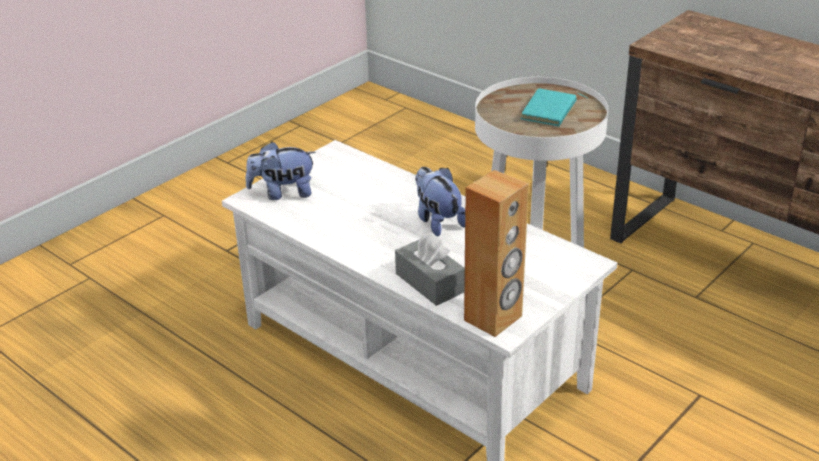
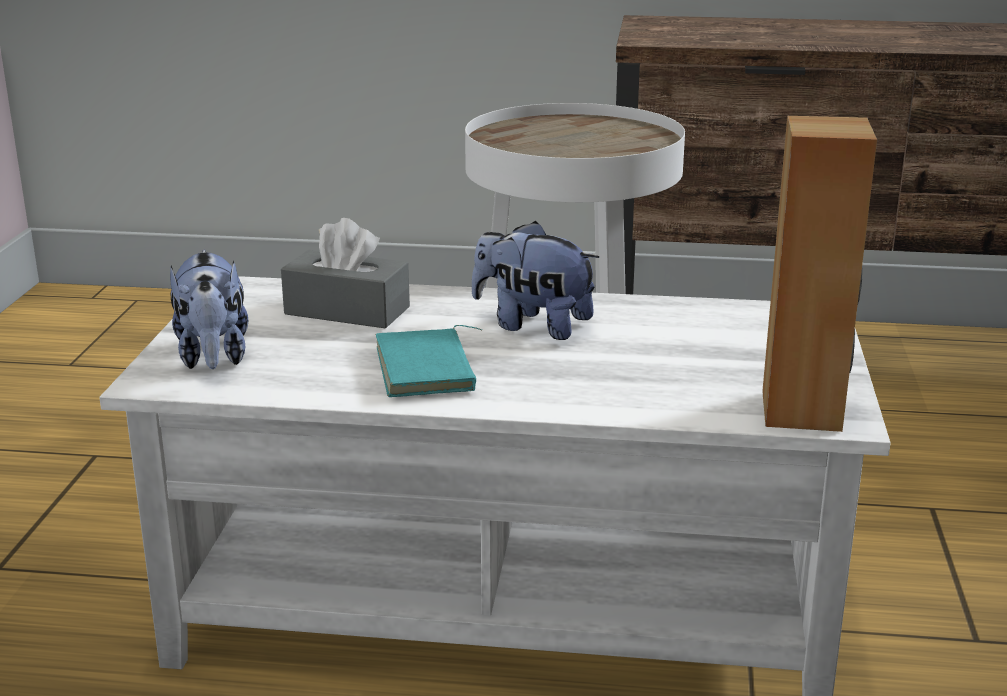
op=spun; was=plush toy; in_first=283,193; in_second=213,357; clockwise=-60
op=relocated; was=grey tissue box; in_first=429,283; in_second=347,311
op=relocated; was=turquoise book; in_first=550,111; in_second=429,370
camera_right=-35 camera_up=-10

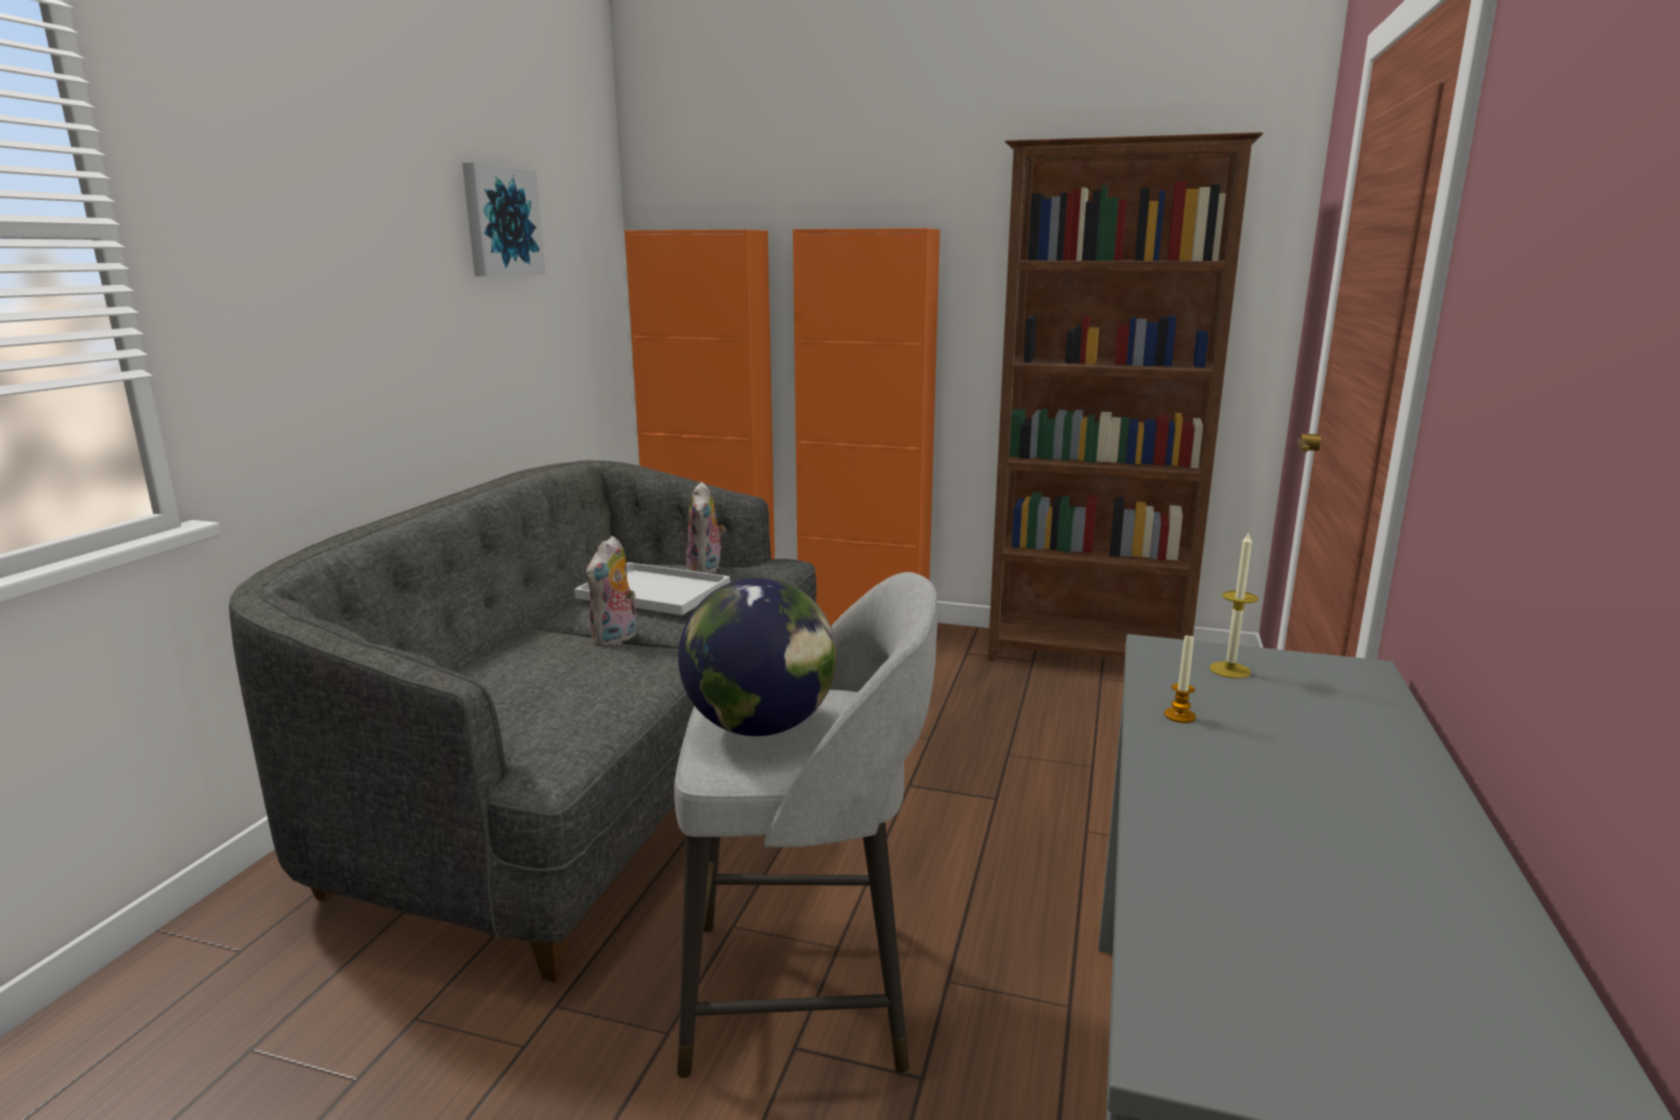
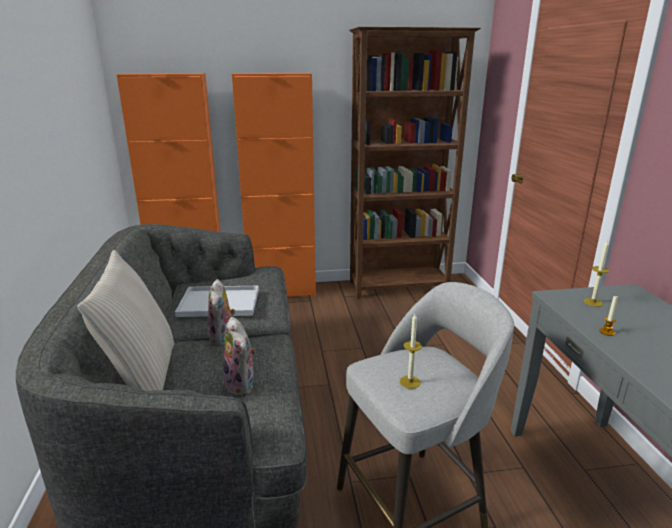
op=missing; was=picture; in_first=500,221
op=exchanged; was=globe; now=candle; in_first=761,727; in_second=410,382
op=relocated; was=plush toy; in_first=706,570; in_second=242,386
op=appeared; now=beige pillow; in_second=142,378
camera_right=-25 camera_up=5

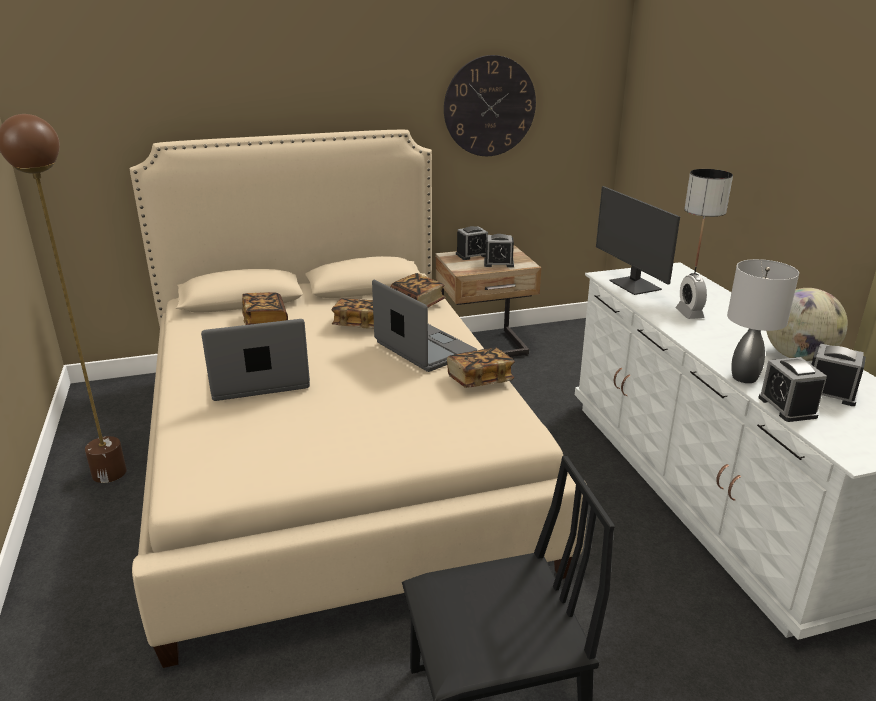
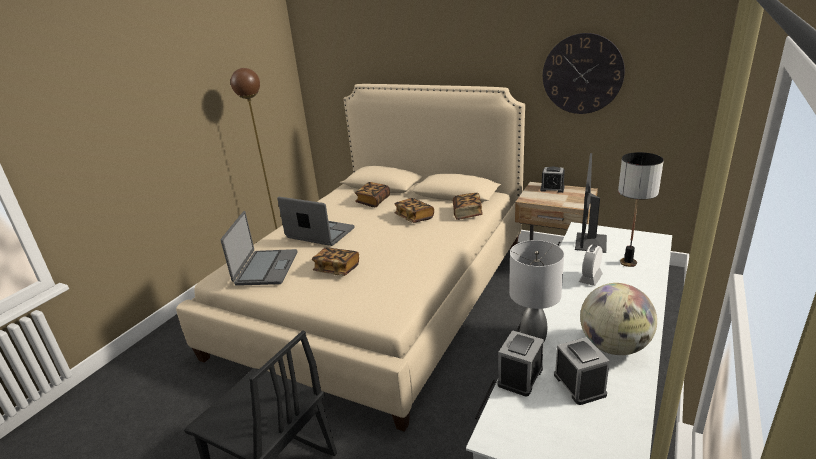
op=relocated; was=laptop; in_first=424,349; in_second=265,268
op=relocated; was=book; in_first=479,380; in_second=337,269
op=missing; was=alarm clock; in_first=498,263
camera_right=45 camera_up=0

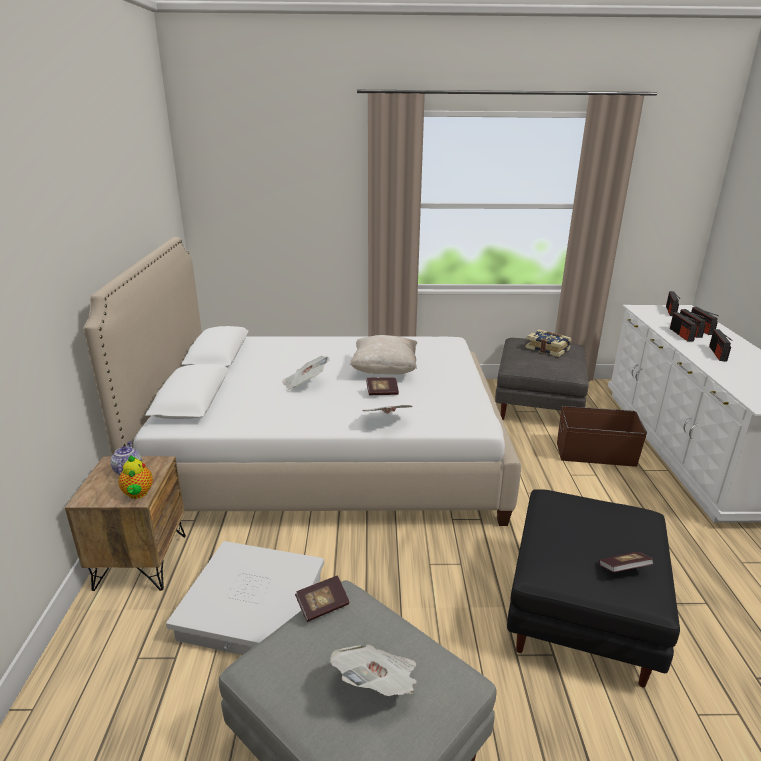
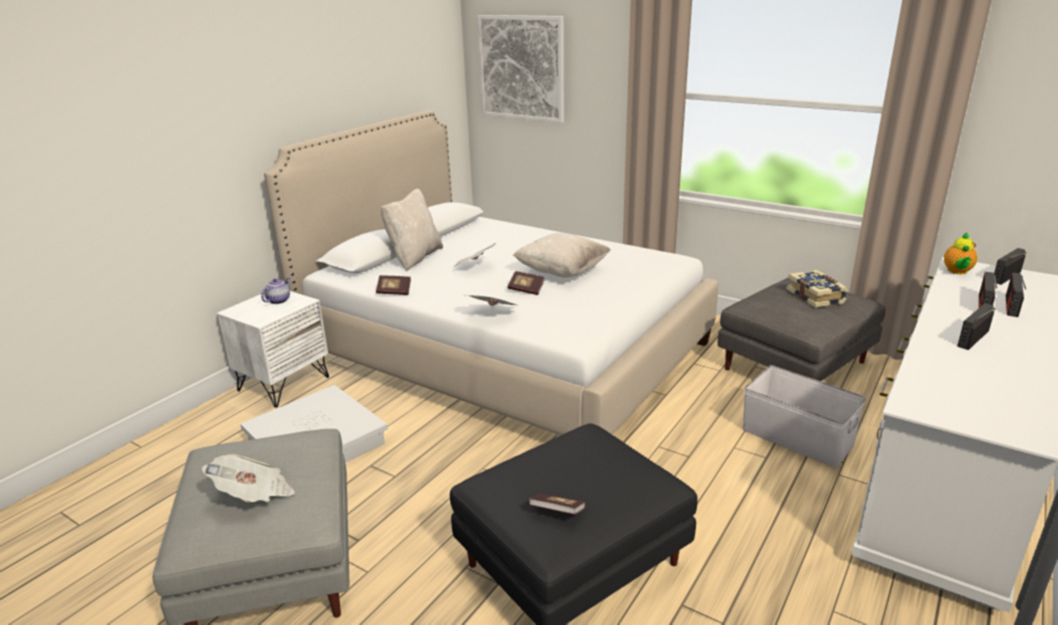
op=colour; was=brown nightstand; now=white nightstand; in_first=140,562; in_second=283,383
op=relocated; was=teapot; in_first=138,494; in_second=957,272
op=relocated; was=book; in_first=322,606; in_second=394,292
op=colour; was=brown storage box; now=white storage box; in_first=596,454; in_second=797,438
op=missing; was=radio; in_first=681,334
op=appeared; now=beige pillow; in_second=414,258
op=appeared; now=picture; in_second=521,68
camera_right=35 camera_up=0

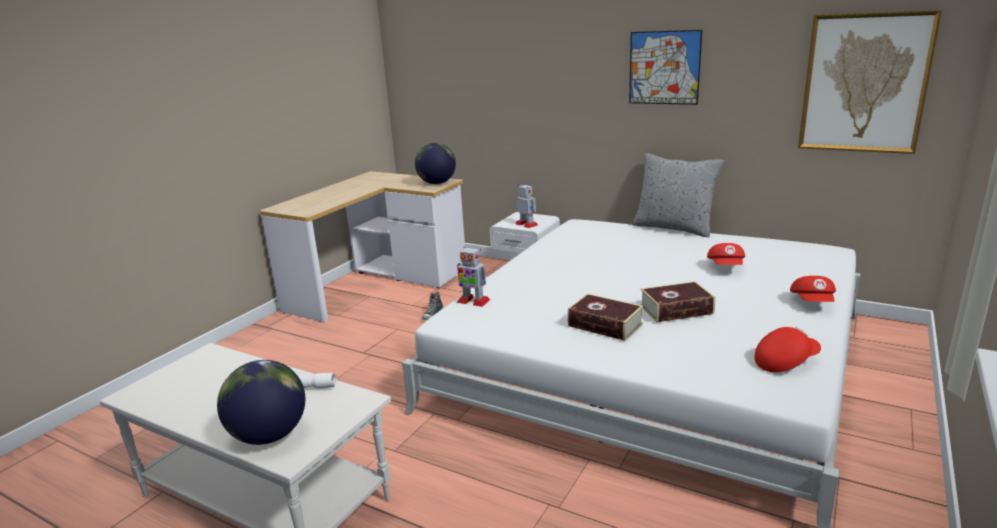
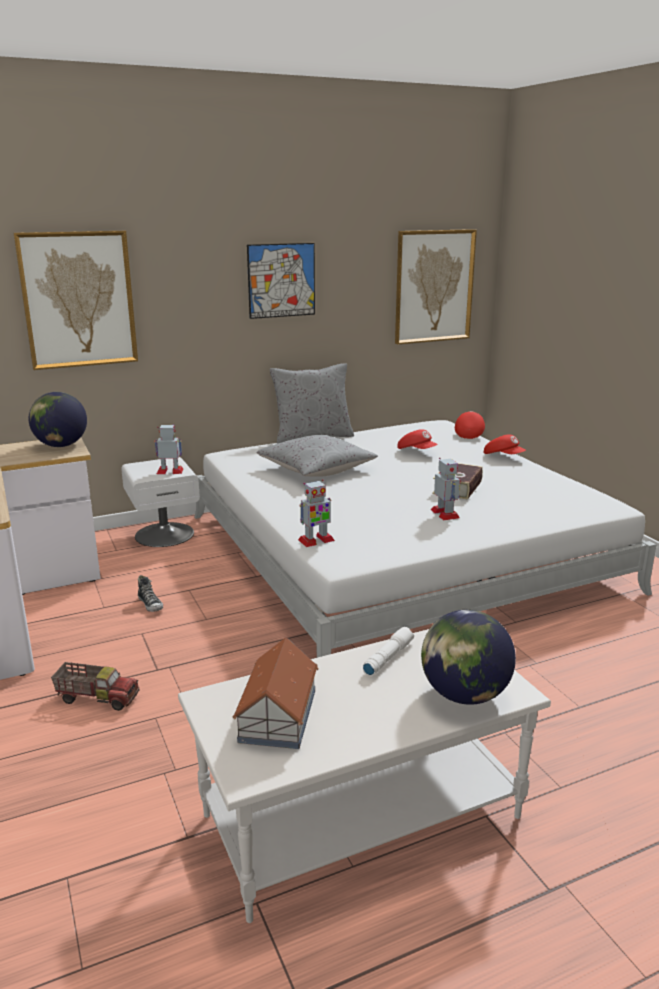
op=exchanged; was=book; now=toy robot; in_first=605,325; in_second=445,514
op=relocated; was=red cap; in_first=785,361; in_second=469,433
op=appeared; now=picture; in_second=78,300
op=appeared; now=toy truck; in_second=97,698
op=appeared; now=toy house; in_second=277,716
op=appeared; now=grey pillow; in_second=316,469
camera_right=-55 camera_up=0

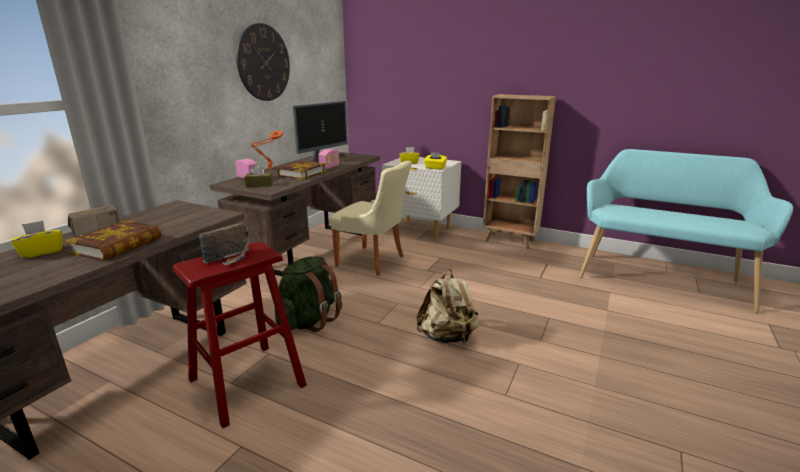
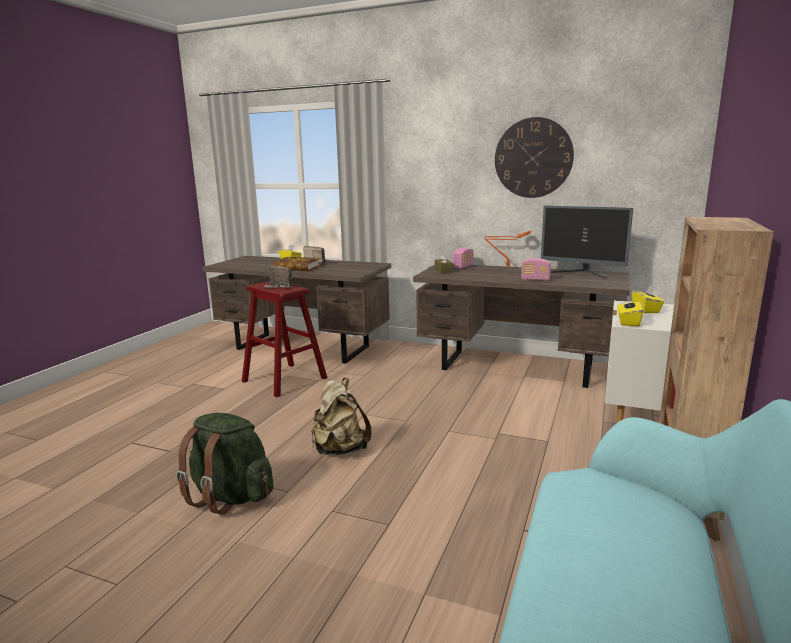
op=relocated; was=green backpack; in_first=309,321; in_second=230,496
op=missing; was=book; in_first=302,173
op=missing; was=beige chair; in_first=373,261
camera_right=85 camera_up=-5

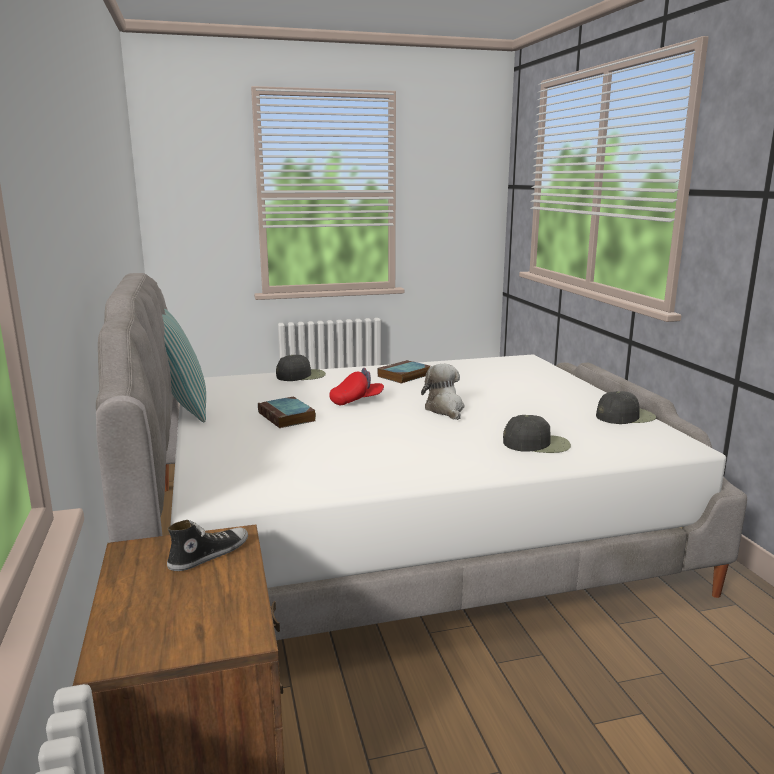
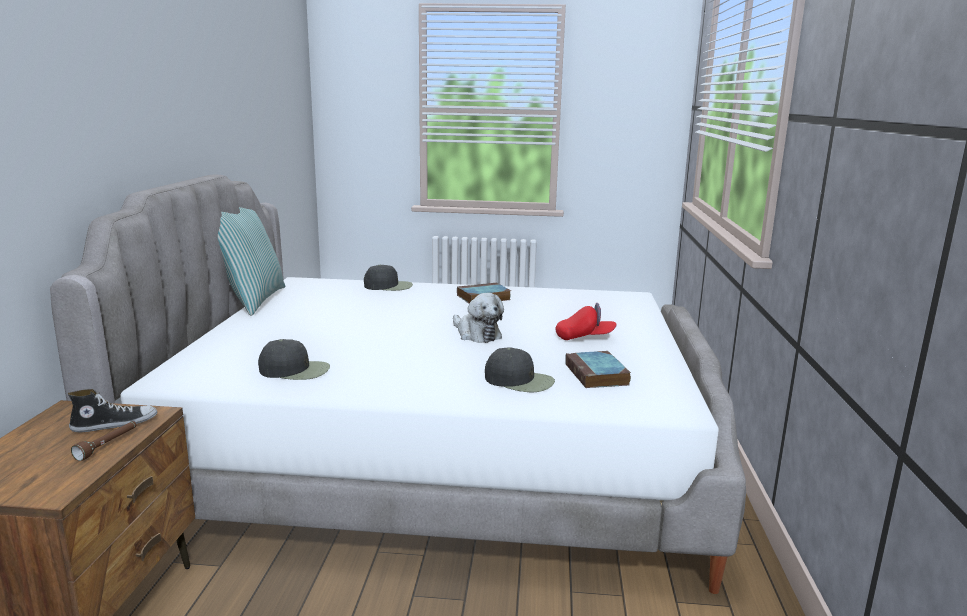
op=relocated; was=book; in_first=287,417; in_second=597,375
op=relocated; was=red cap; in_first=356,401; in_second=585,337
op=spun; was=plush toy; in_first=445,409; in_second=476,334; clockwise=135
op=relocated; was=black cap; in_first=625,416; in_second=295,370
op=appeared; now=brown flashlight; in_second=108,445
camera_right=20 camera_up=0

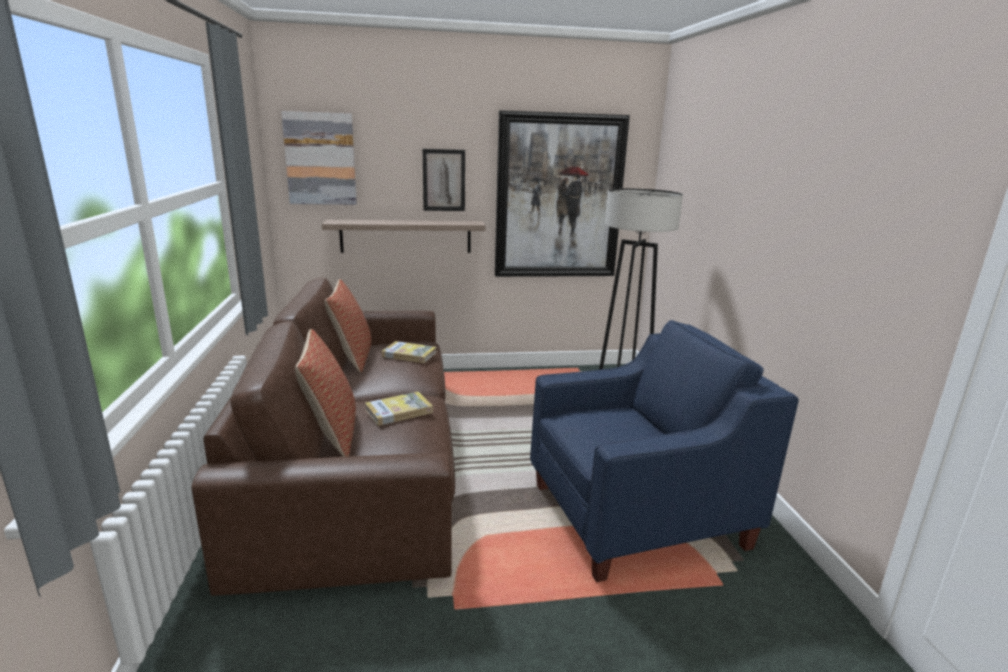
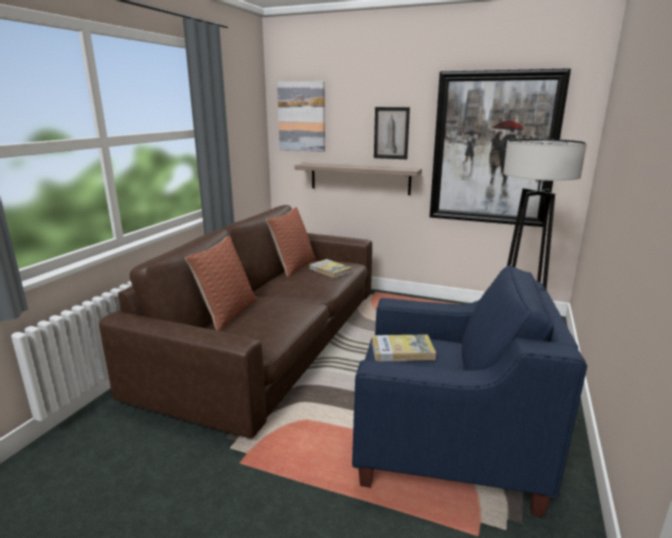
op=relocated; was=book; in_first=399,411; in_second=402,351
camera_right=30 camera_up=0

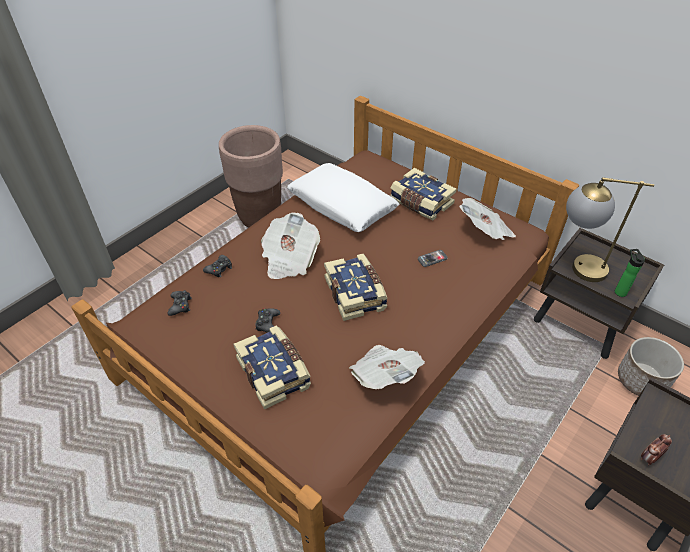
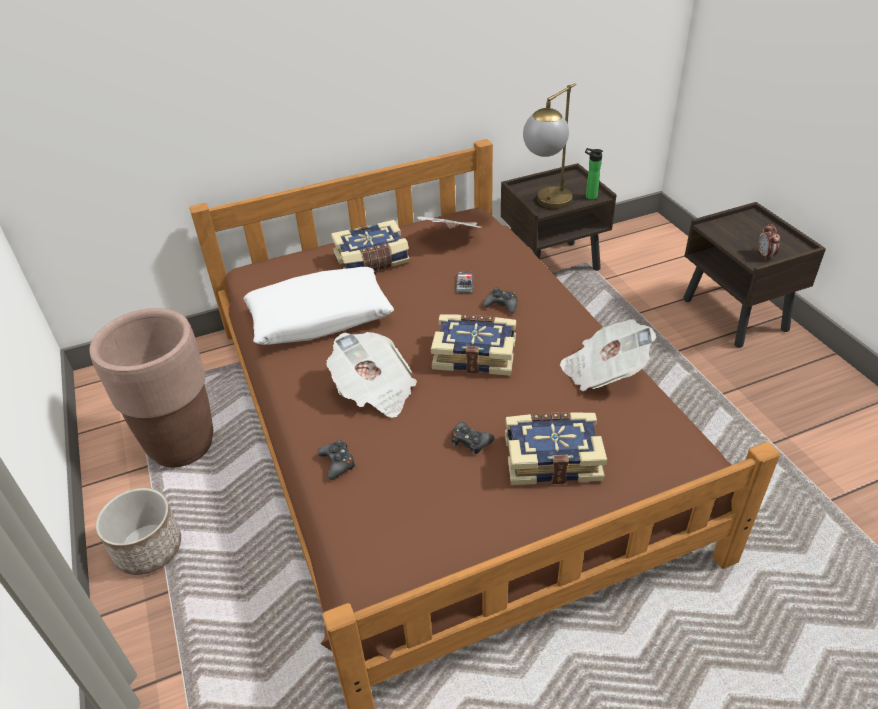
op=relocated; was=black game controller; in_first=180,305; in_second=501,305
op=relocated; was=planter; in_first=641,380; in_second=148,549
camera_right=-60 camera_up=-5

